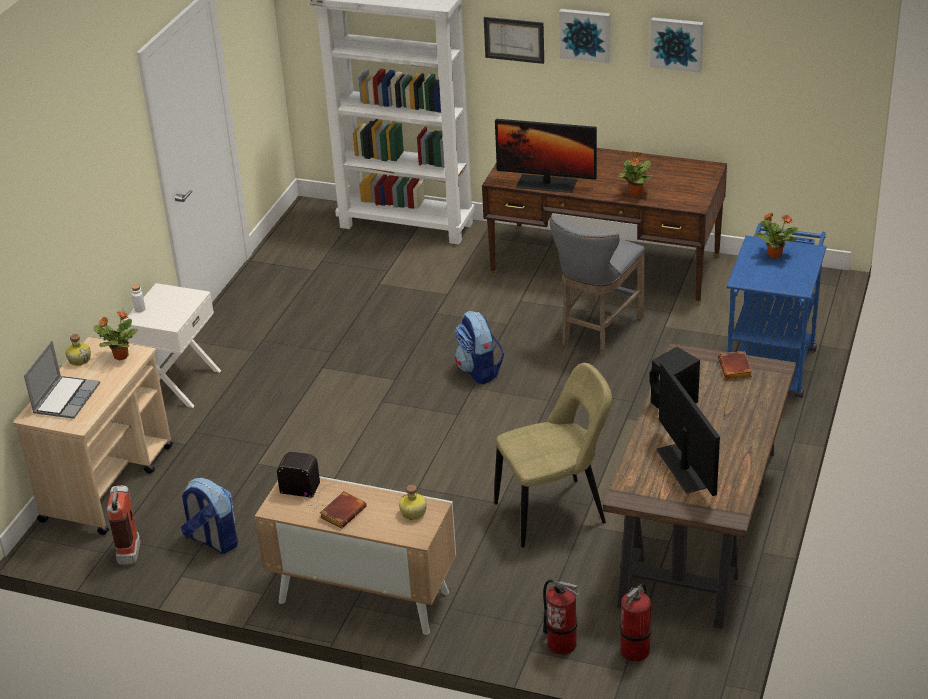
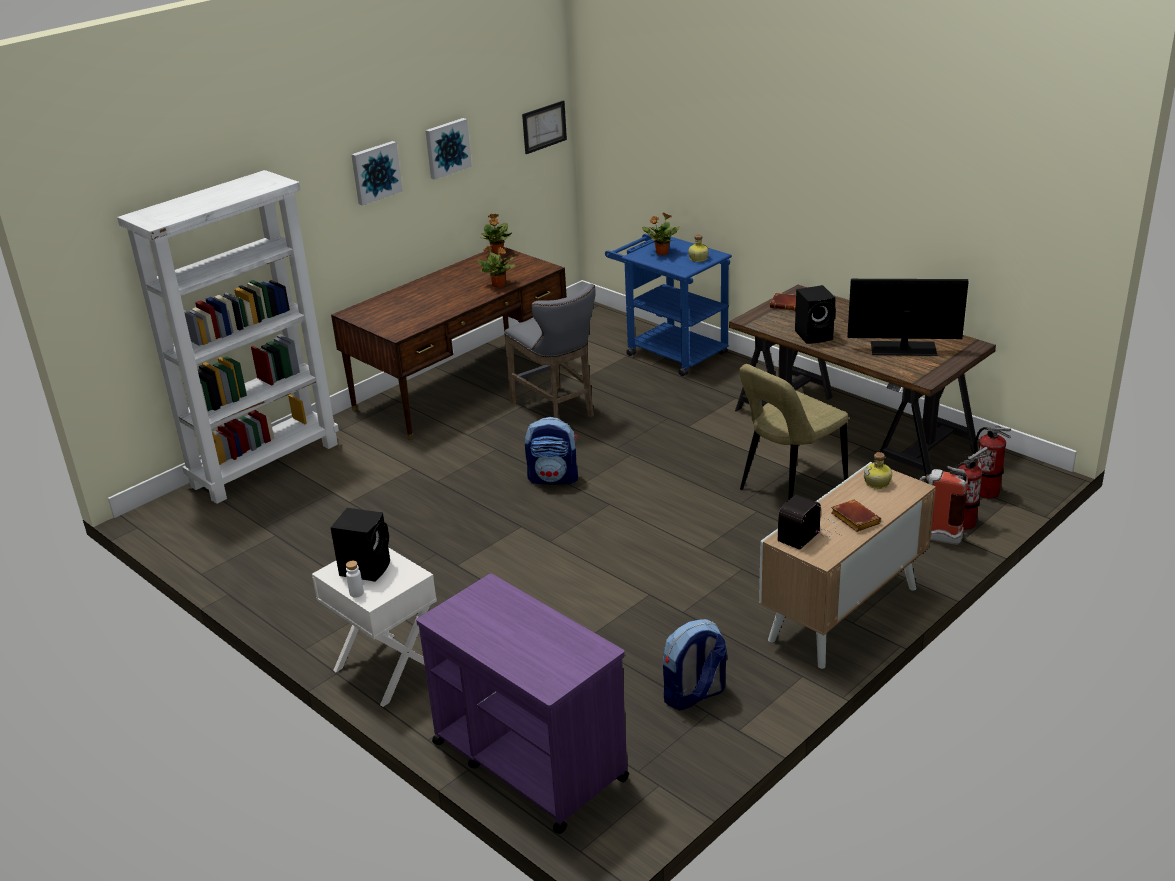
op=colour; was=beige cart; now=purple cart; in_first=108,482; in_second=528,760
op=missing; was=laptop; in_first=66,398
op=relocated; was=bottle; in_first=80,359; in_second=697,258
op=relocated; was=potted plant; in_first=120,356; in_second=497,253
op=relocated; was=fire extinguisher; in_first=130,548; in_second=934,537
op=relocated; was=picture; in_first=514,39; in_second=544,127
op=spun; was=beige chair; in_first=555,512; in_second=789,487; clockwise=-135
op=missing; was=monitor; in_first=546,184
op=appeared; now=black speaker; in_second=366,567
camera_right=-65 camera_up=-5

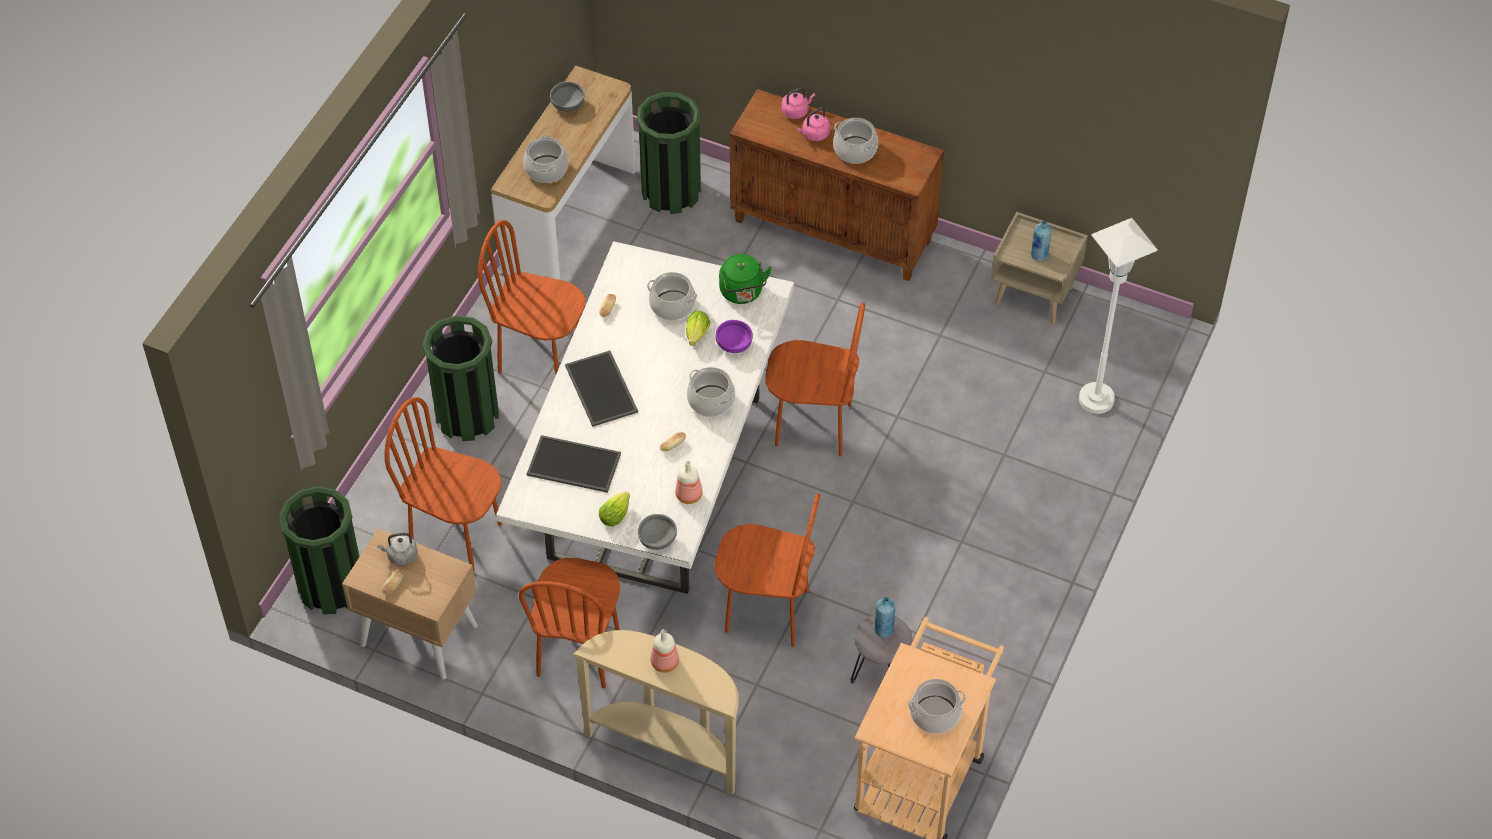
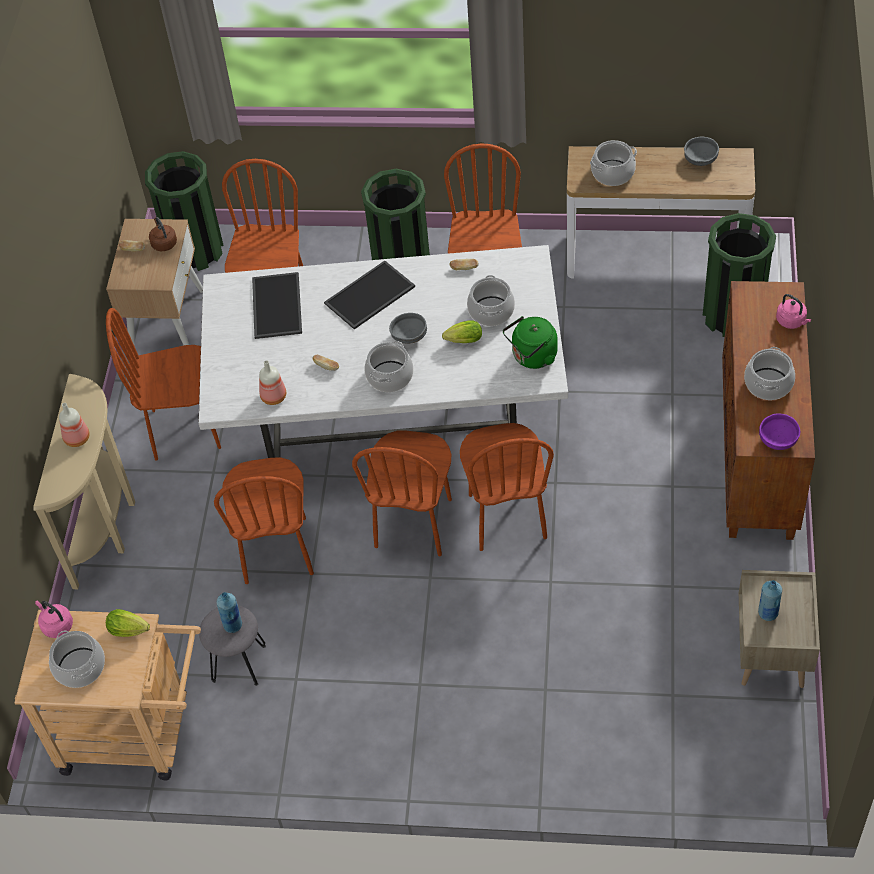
op=colour; was=grey kettle; now=brown kettle; in_first=400,556; in_second=164,243
op=relocated; was=lettuce; in_first=616,514; in_second=131,630
op=relocated; was=grey bowl; in_first=657,540; in_second=409,336
op=relocated; was=purple bowl; in_first=734,345; in_second=777,440
op=relocated; was=pink kettle; in_first=814,135; in_second=56,625
op=missing; was=white floor lamp; in_first=1096,399
op=appeared; now=brown chair; in_second=414,523
camera_right=75 camera_up=0

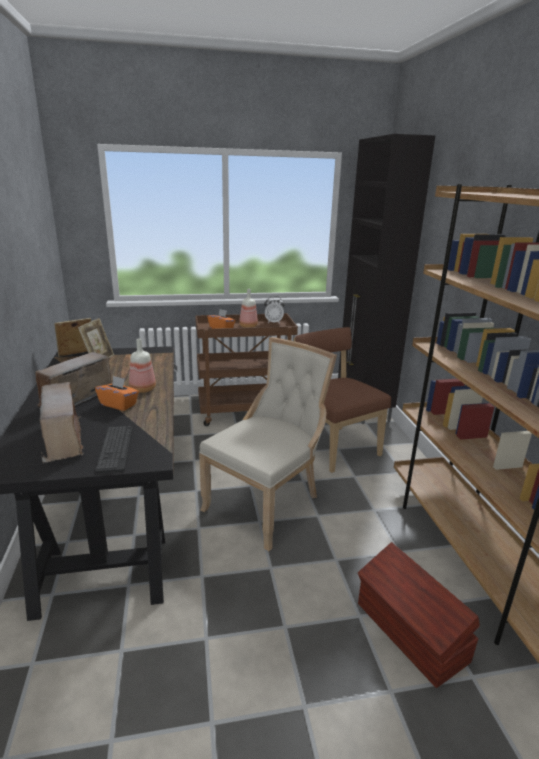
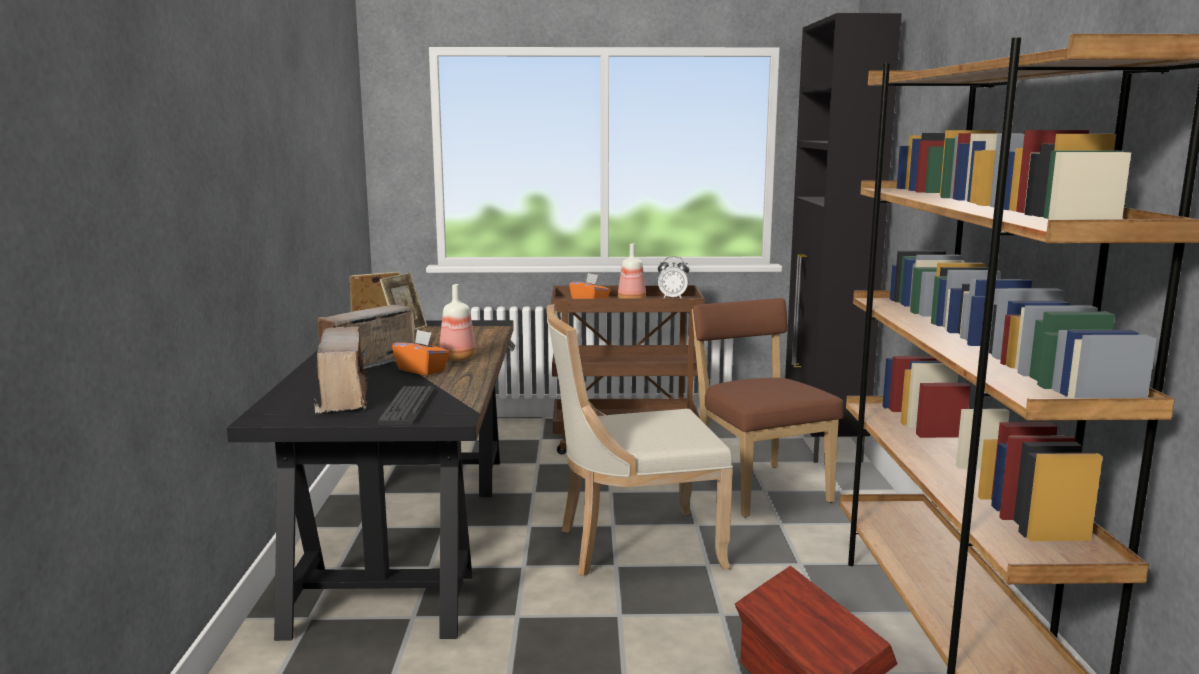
op=spun; was=beige chair; in_first=267,503; in_second=633,546; clockwise=-150
camera_right=10 camera_up=-10

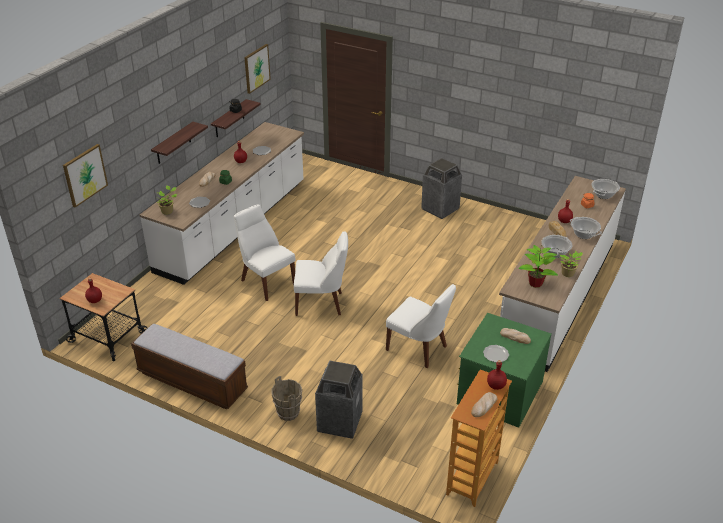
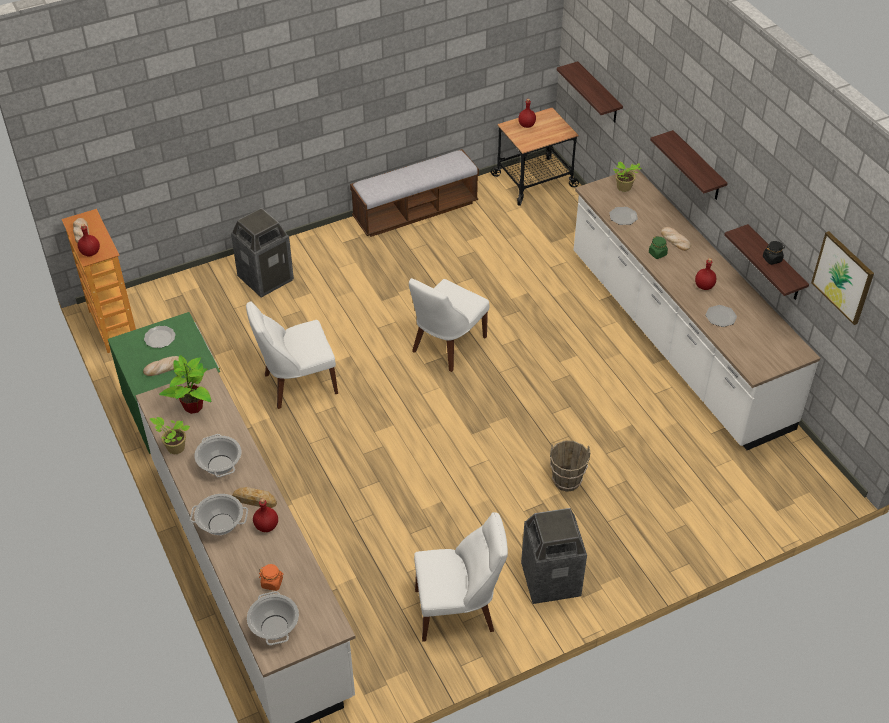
op=missing; was=picture; in_first=85,175
op=relocated; was=white chair; in_first=266,282; in_second=458,610
op=relocated; was=brown bucket; in_first=288,413; in_second=567,481
op=appeared; now=shelf; in_second=598,94
camera_right=125 camera_up=10

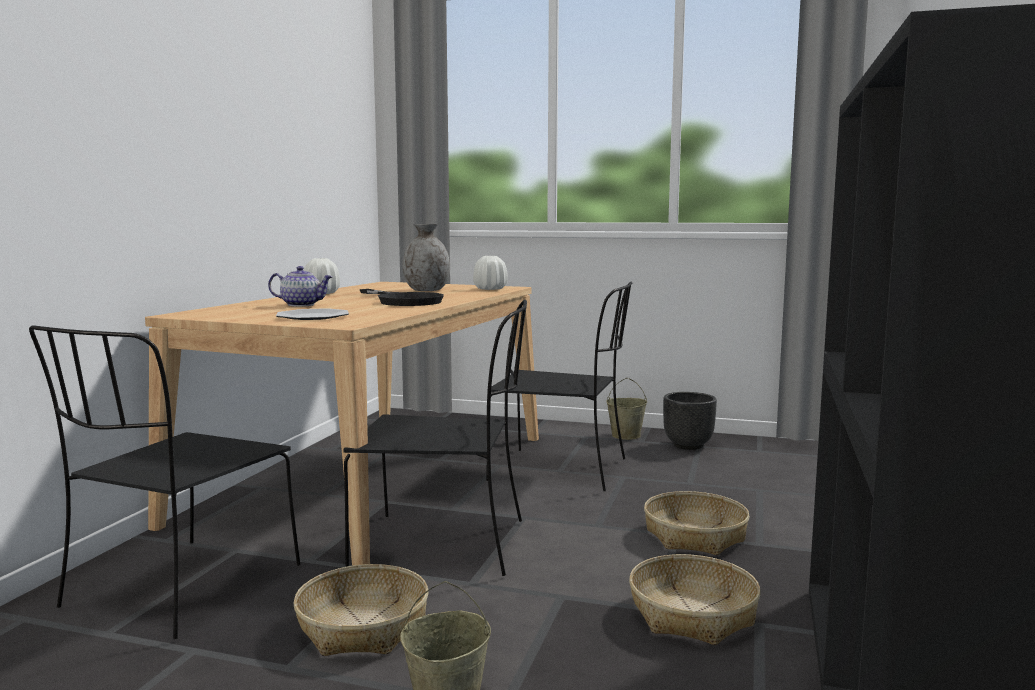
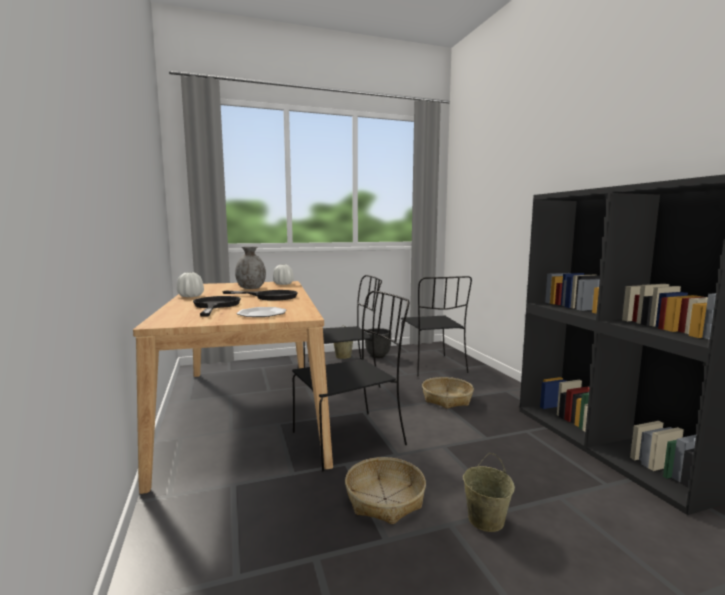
op=relocated; was=black chair; in_first=180,588; in_second=432,366
op=exchanged; was=teapot; now=black frying pan; in_first=302,305; in_second=215,306
op=missing; was=basket; in_first=693,614
camera_right=-35 camera_up=0

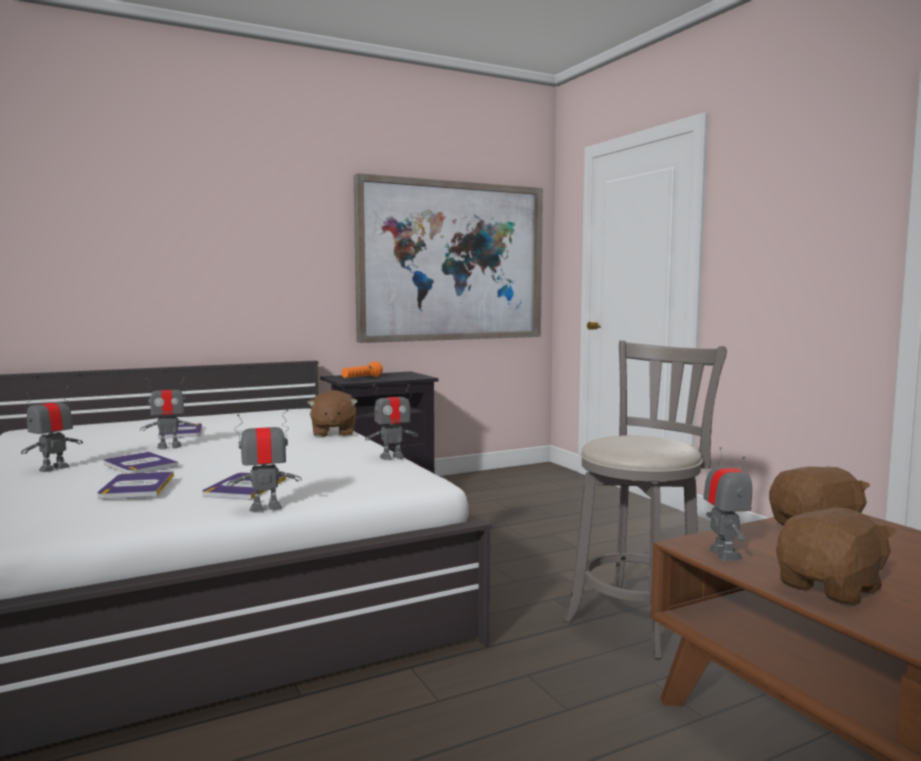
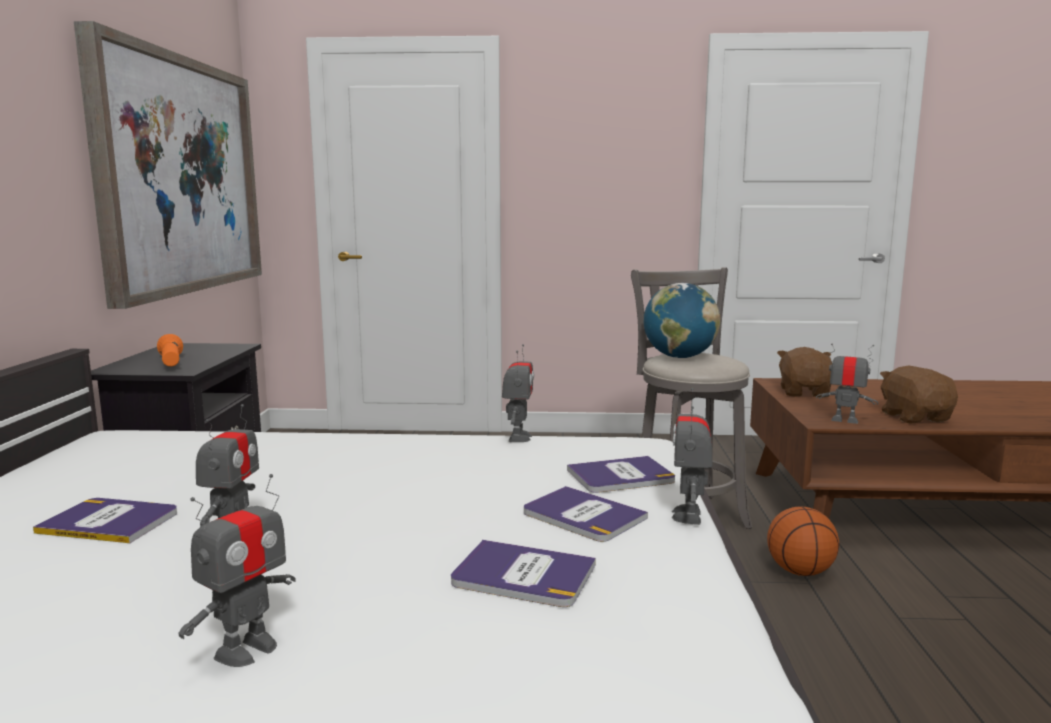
op=spun; was=toy robot; in_first=53,468; in_second=246,649; clockwise=-120
op=relocated; was=book; in_first=139,465; in_second=621,476
op=missing; was=brown plush toy; in_first=333,433
op=appeared; now=globe; in_second=679,357
op=appeared; now=basketball; in_second=799,571
camera_right=-60 camera_up=5

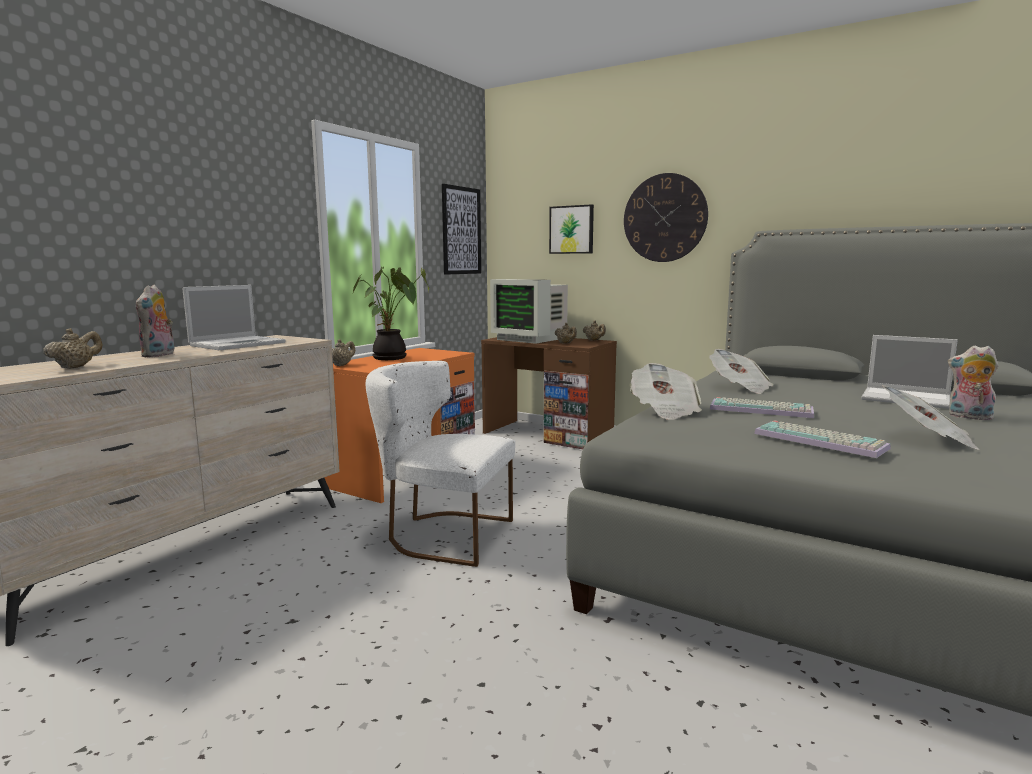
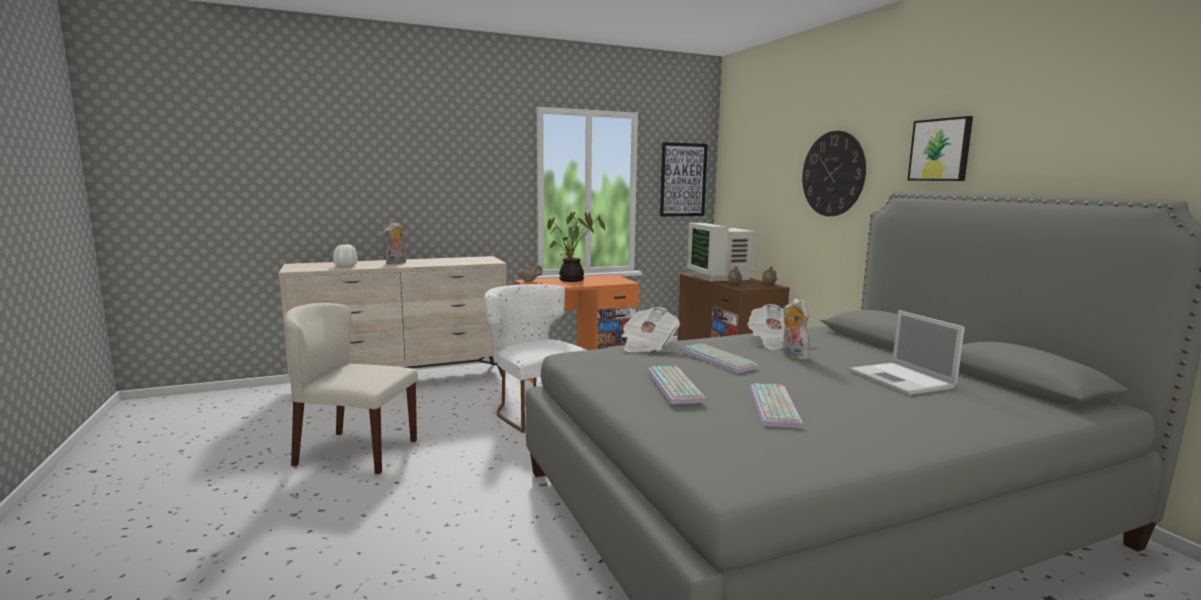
op=exchanged; was=beige teapot; now=white vase; in_first=76,367; in_second=346,266
op=missing; was=laptop; in_first=239,344
op=relocated; was=picture; in_first=572,229; in_second=940,150
op=exchanged; was=newspaper; now=keyboard; in_first=928,439; in_second=776,407
op=relocated; was=plush toy; in_first=968,417; in_second=792,356
op=appeared; now=beige chair; in_second=356,452
camera_right=35 camera_up=0

